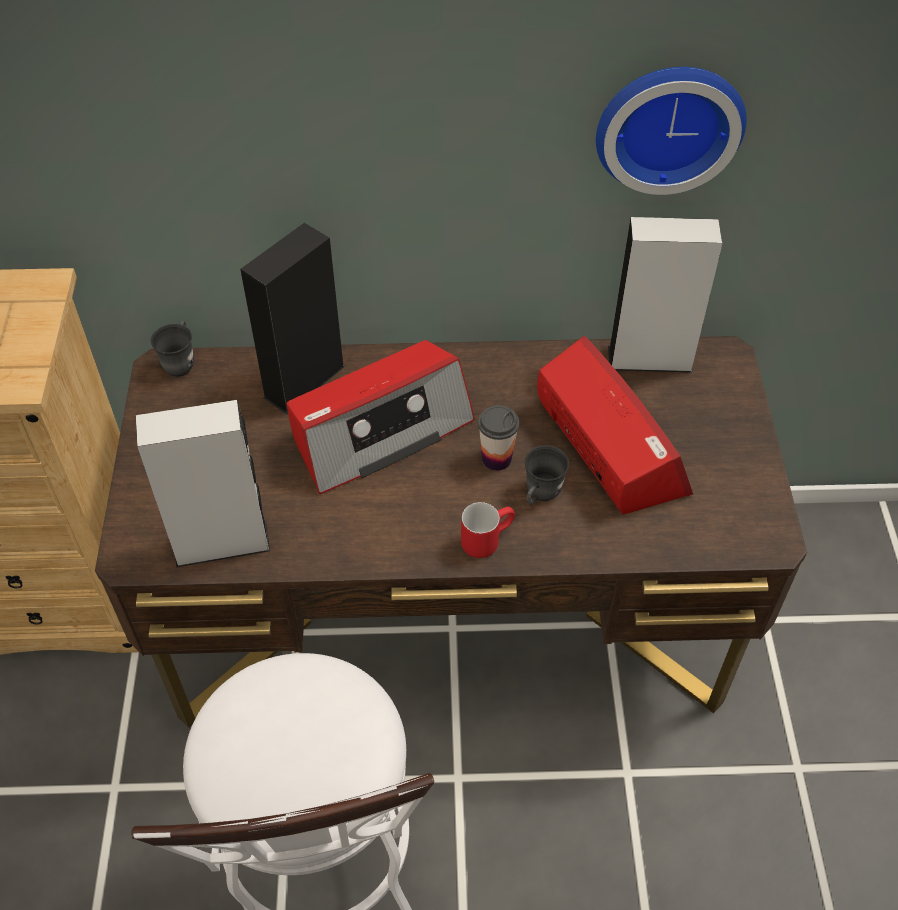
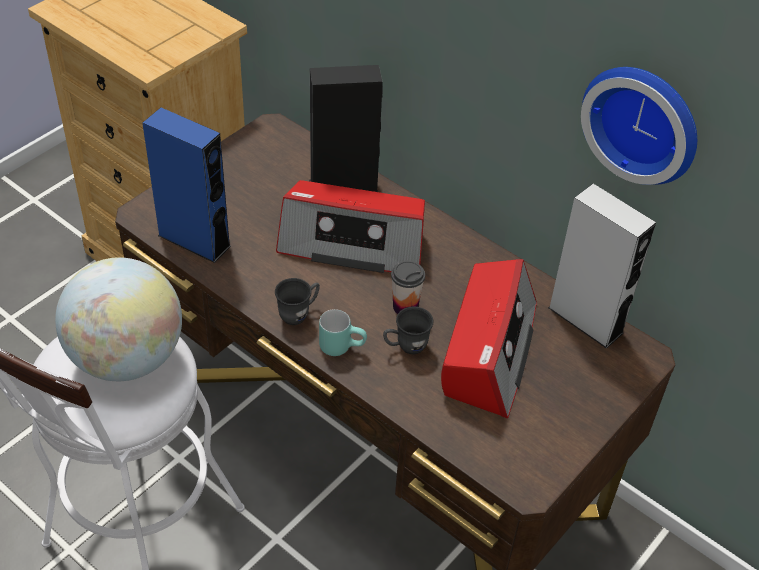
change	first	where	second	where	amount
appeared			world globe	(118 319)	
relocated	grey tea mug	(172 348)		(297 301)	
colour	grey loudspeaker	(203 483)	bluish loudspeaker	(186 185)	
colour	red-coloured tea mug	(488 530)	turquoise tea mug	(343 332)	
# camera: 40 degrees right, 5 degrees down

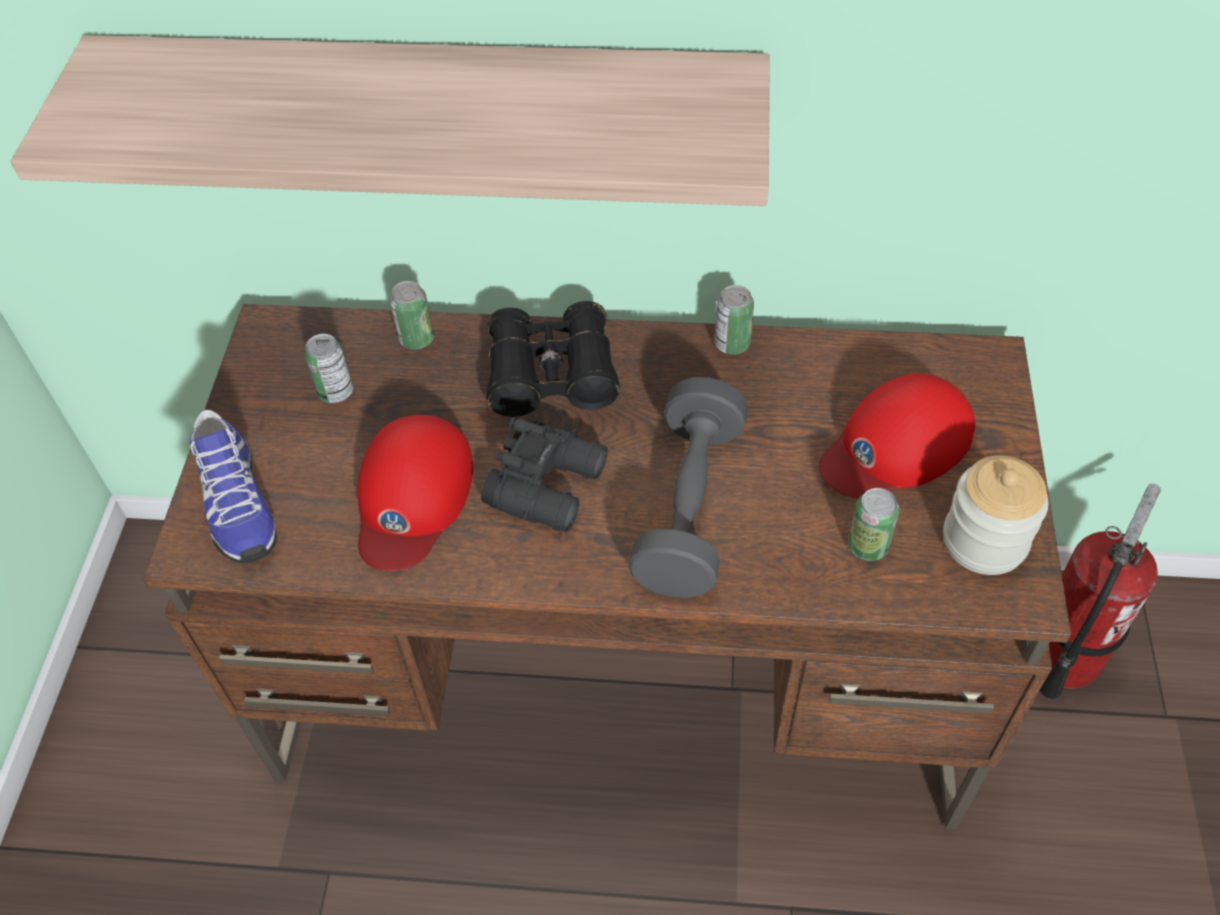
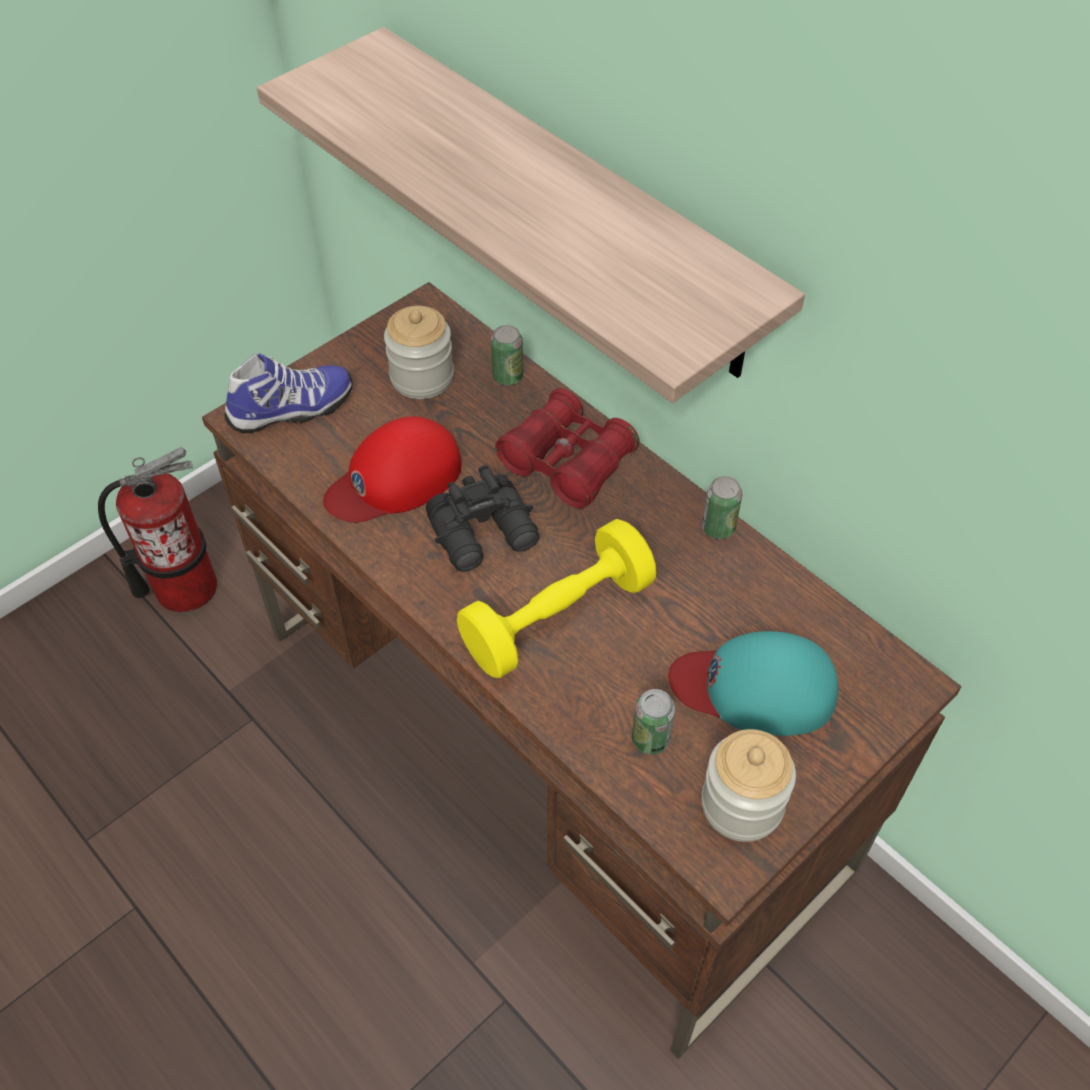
change	first	where	second	where	amount
relocated	fire extinguisher	(1100 591)		(157 530)	
exchanged	metal can	(328 368)	preserve jar	(419 352)	
colour	blackish binoculars	(553 359)	red-coloured binoculars	(567 448)	
colour	grey dumbbell	(688 487)	yellow-coloured dumbbell	(556 598)	
colour	red-coloured baseball cap	(897 436)	turquoise baseball cap	(753 683)	
spun	low shoe	(233 486)		(288 393)	135 degrees counterclockwise
# camera: 40 degrees right, 0 degrees up

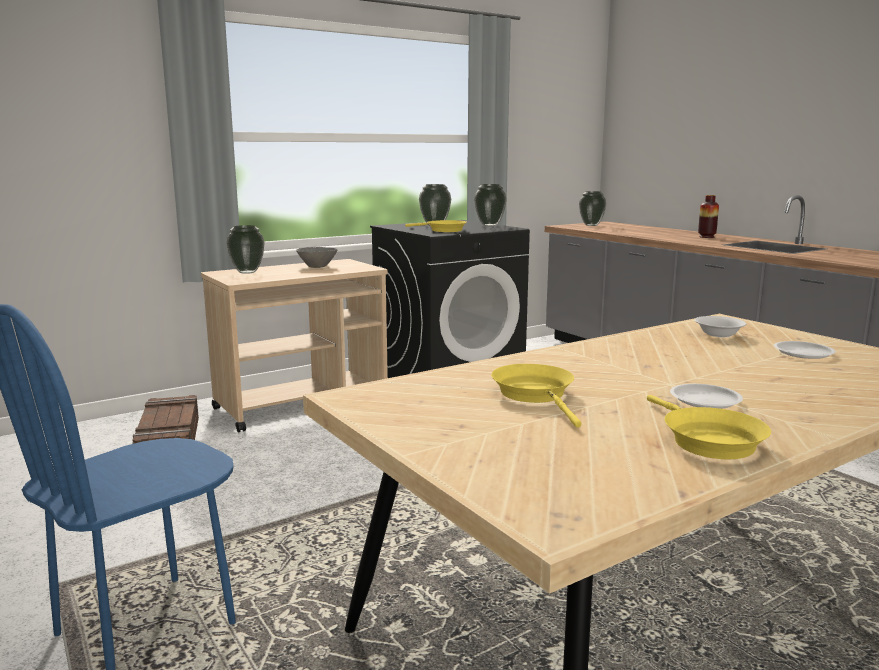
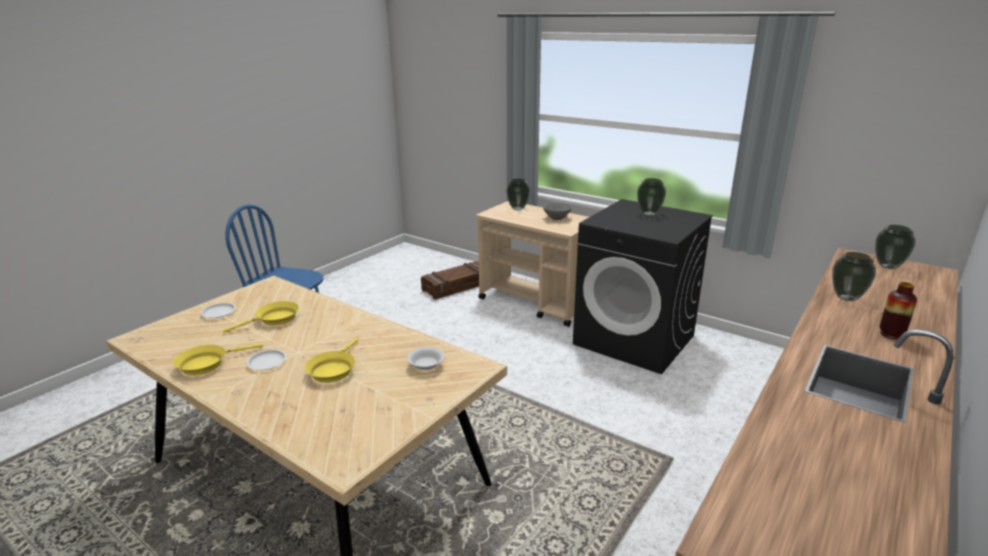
change	first	where	second	where	amount
relocated	yellow-coloured skillet	(435 226)		(331 360)	
relocated	vase	(490 205)		(854 276)	
relocated	white dinner plate	(805 350)		(218 310)	
# camera: 70 degrees right, 10 degrees up

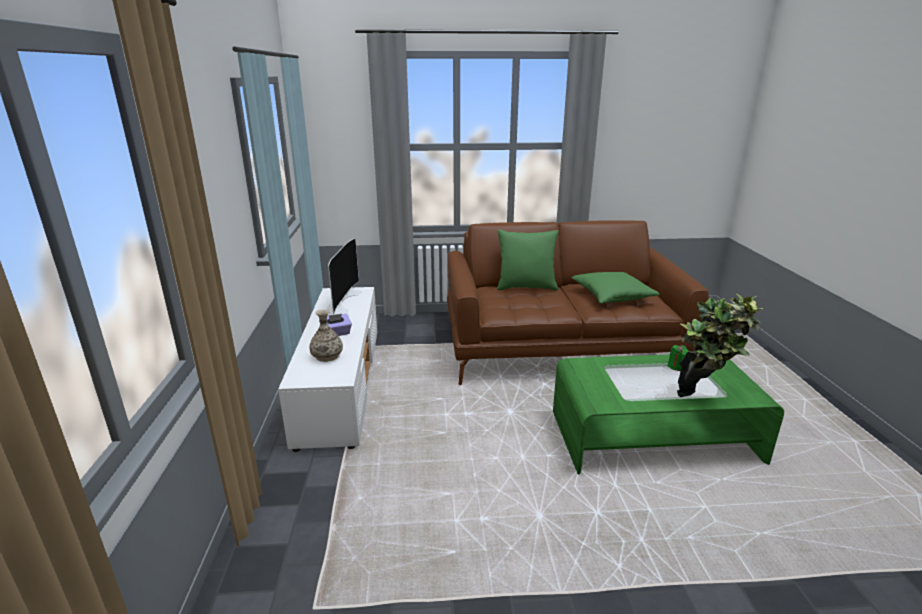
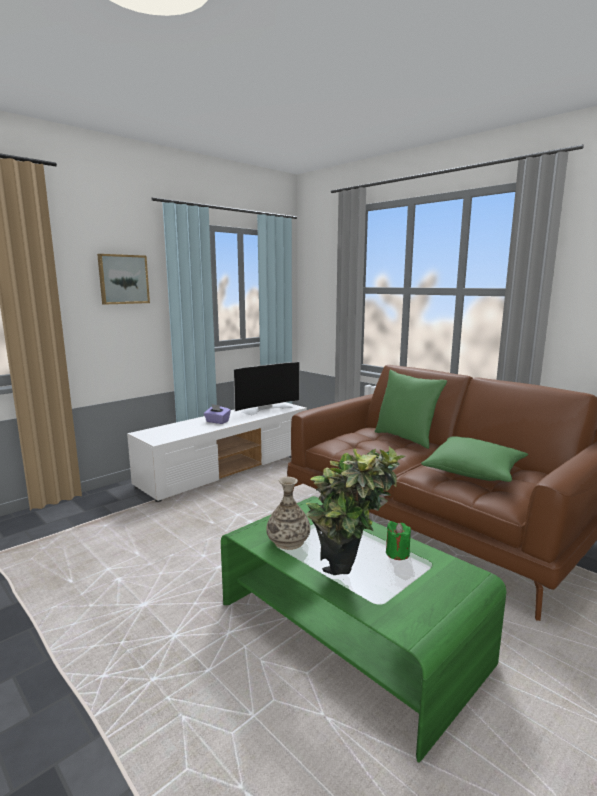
change	first	where	second	where	amount
appeared			wall art	(123 279)	
relocated	vase	(326 335)		(288 513)	
# camera: 50 degrees right, 10 degrees down

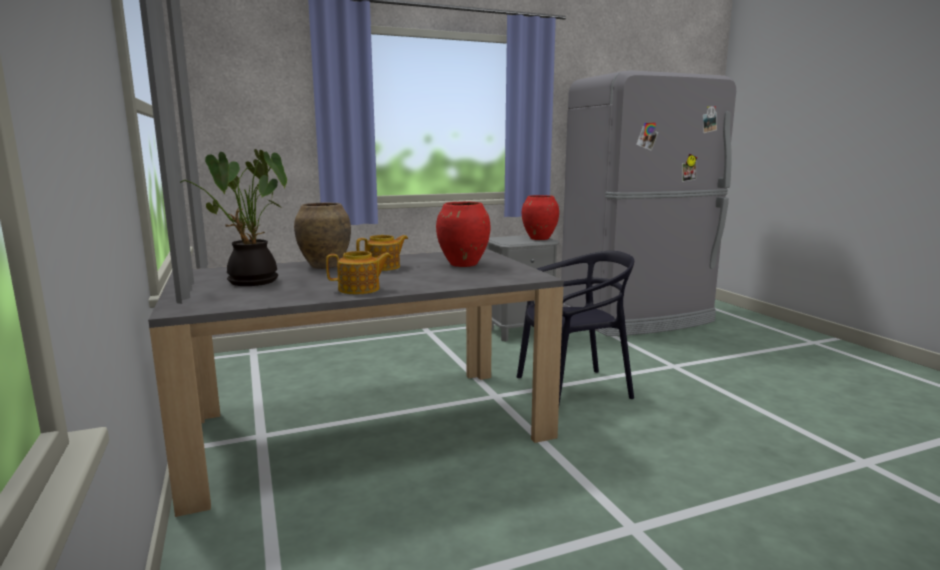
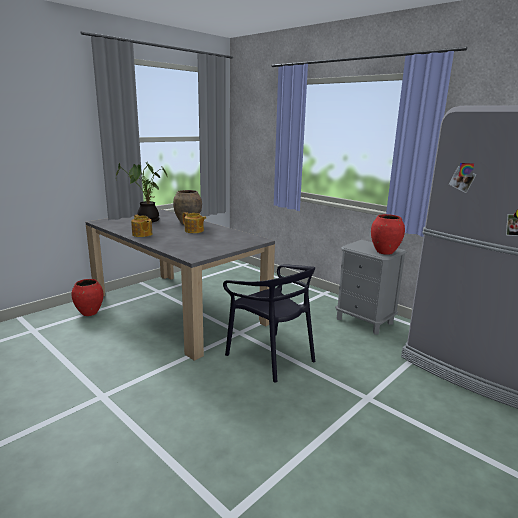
change	first	where	second	where	amount
relocated	red-coloured vase	(463 234)		(87 297)	
# camera: 65 degrees right, 5 degrees up

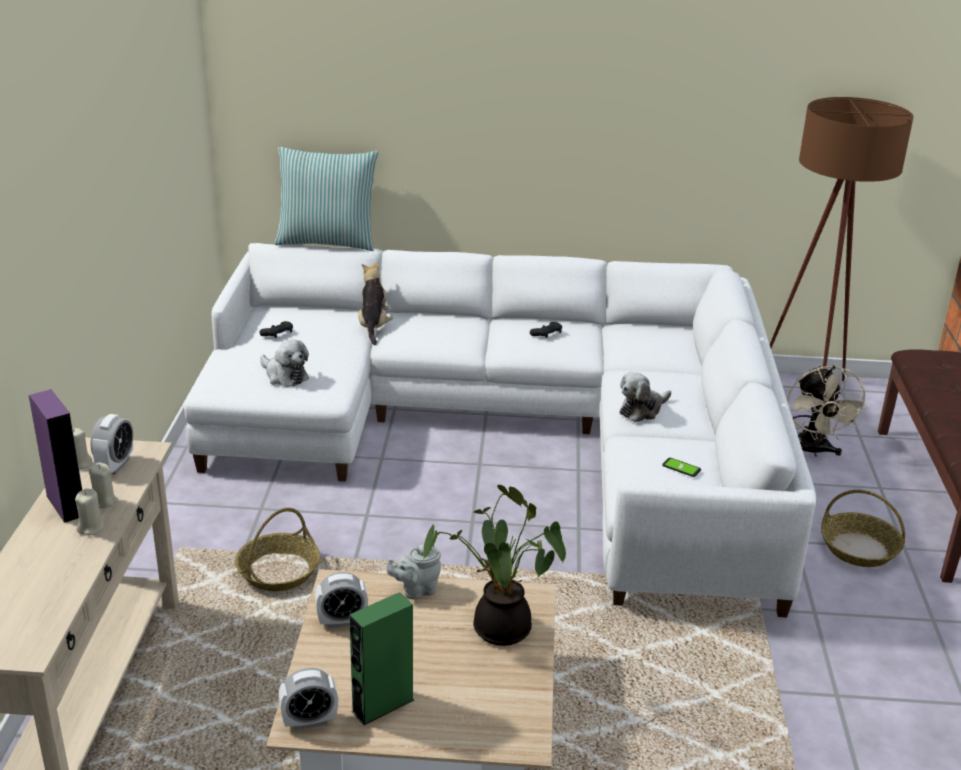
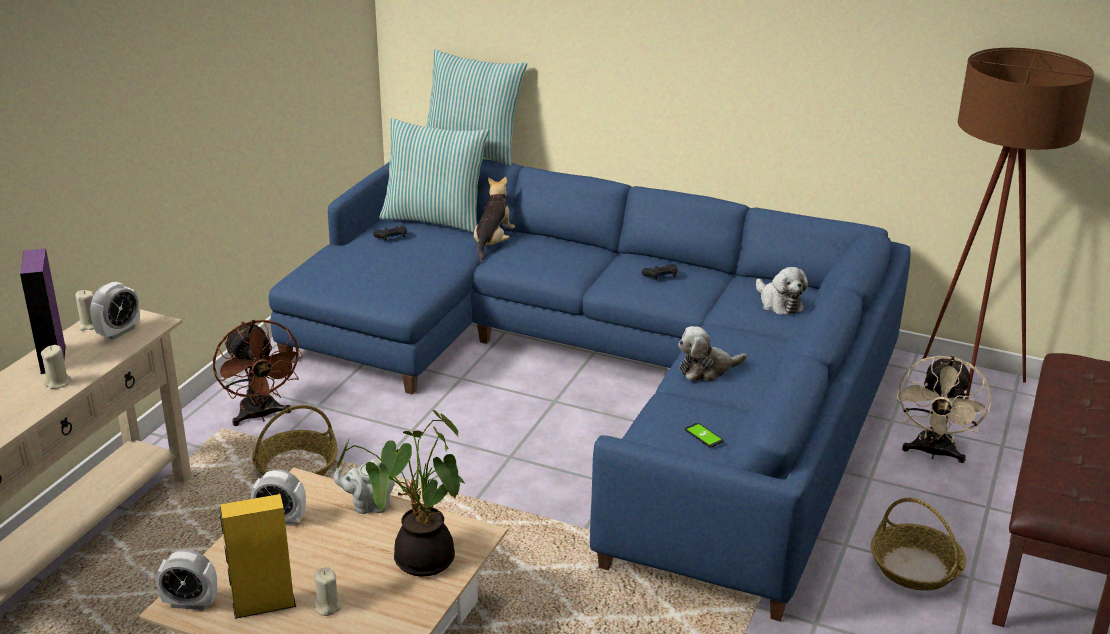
change	first	where	second	where	amount
appeared			brown electric fan	(258 373)	
appeared			cushion	(434 175)	
relocated	beige-coloured candle	(103 485)		(327 591)	
relocated	soft toy	(284 363)		(782 291)	
colour	white settee	(500 430)	bluish settee	(590 390)	
colour	green loudspeaker	(381 658)	yellow-coloured loudspeaker	(258 556)	
# camera: 20 degrees right, 0 degrees up

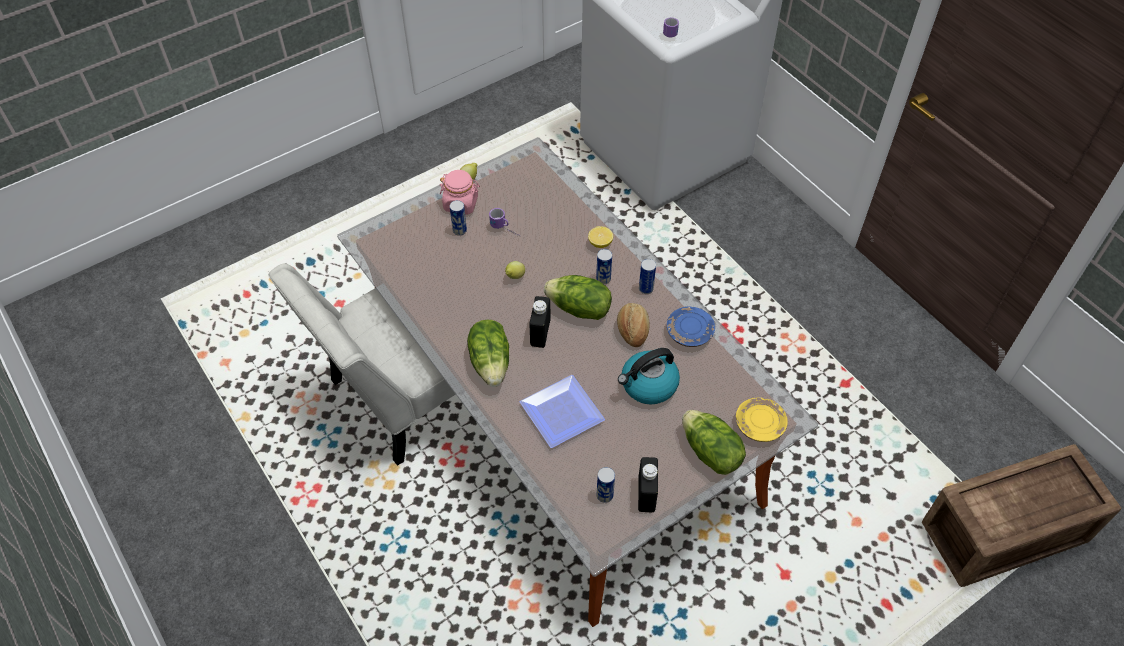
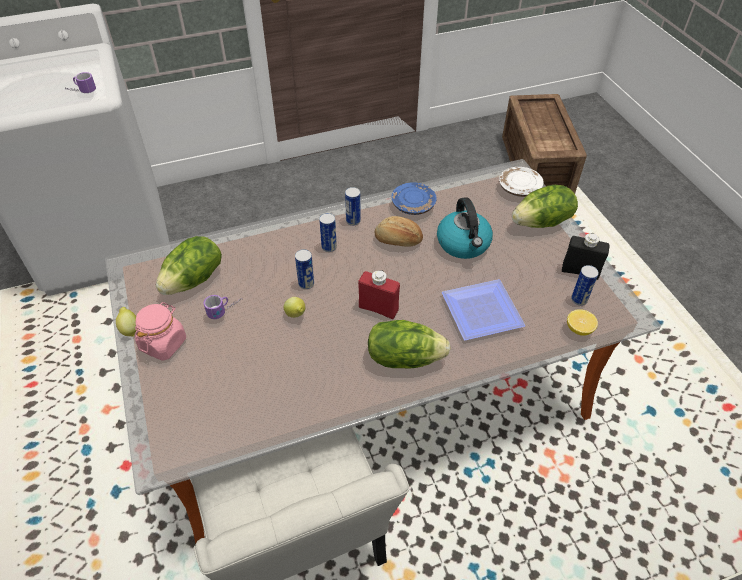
change	first	where	second	where	amount
relocated	metal can	(458 218)		(304 269)	
relocated	head of lettuce	(578 297)		(189 265)	
relocated	lemon	(600 237)		(582 322)	
colour	blackish bottle	(540 322)	red-coloured bottle	(379 294)	
colour	yellow-coloured dinner plate	(762 419)	white dinner plate	(521 182)	
# camera: 75 degrees left, 5 degrees down

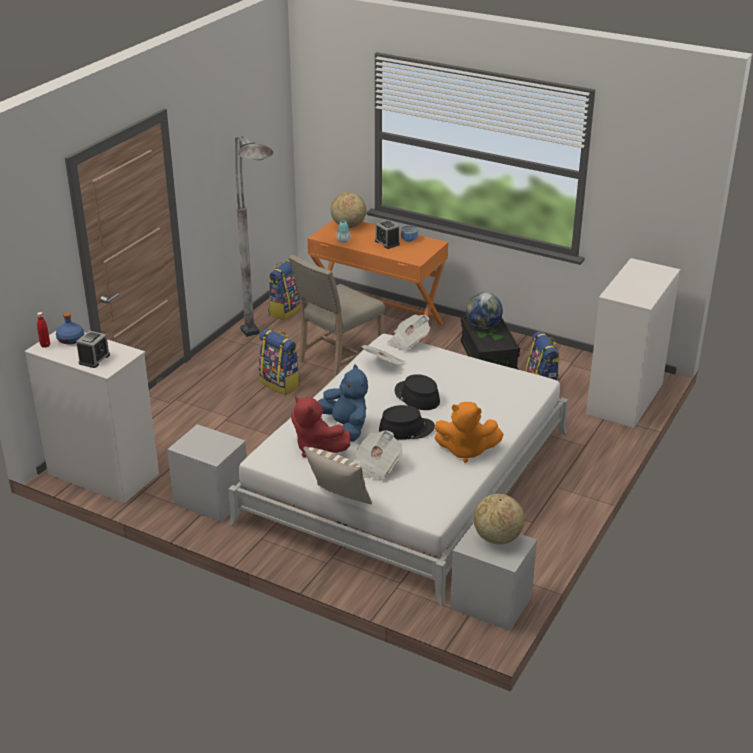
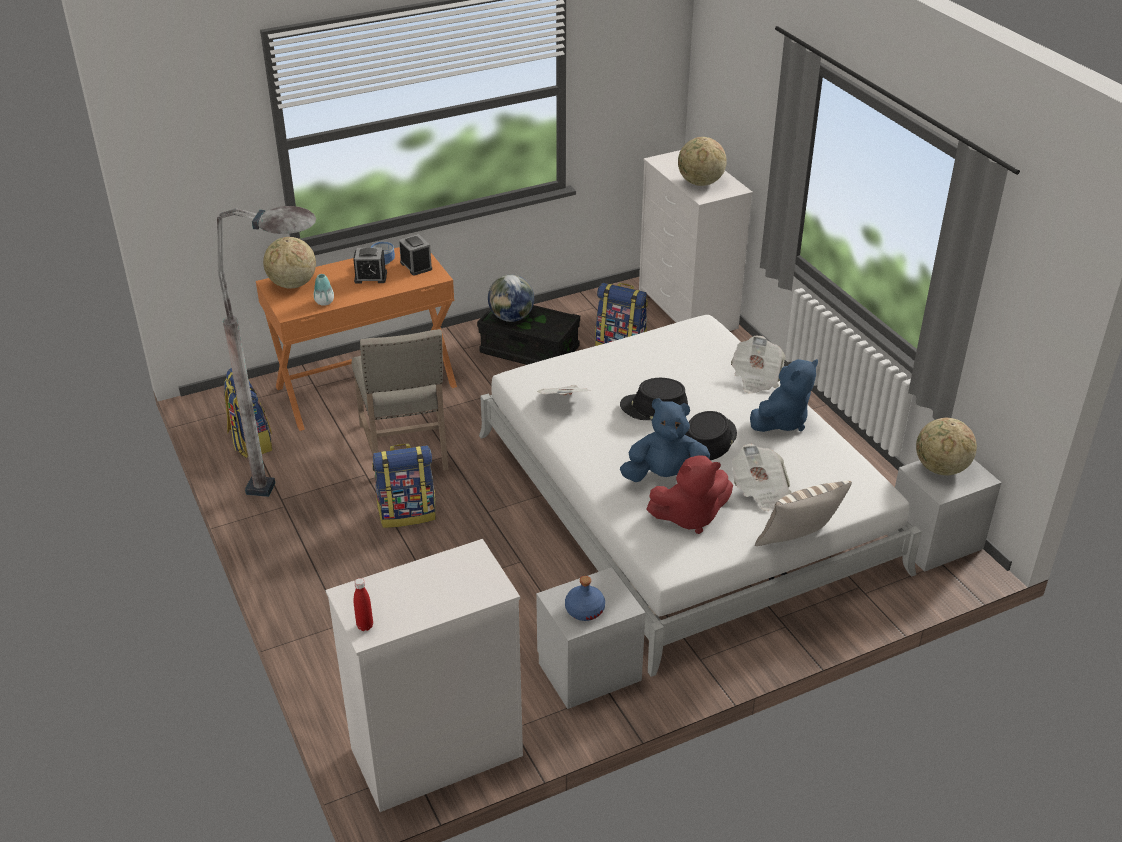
change	first	where	second	where	amount
appeared			world globe	(702 161)	
relocated	bluish bottle	(70 328)		(585 598)	
relocated	bedside clock	(93 349)		(415 254)	
relocated	daily paper	(408 333)		(758 365)	
colour	orange soft toy	(469 432)	bluish soft toy	(784 395)	
# camera: 55 degrees left, 5 degrees up

